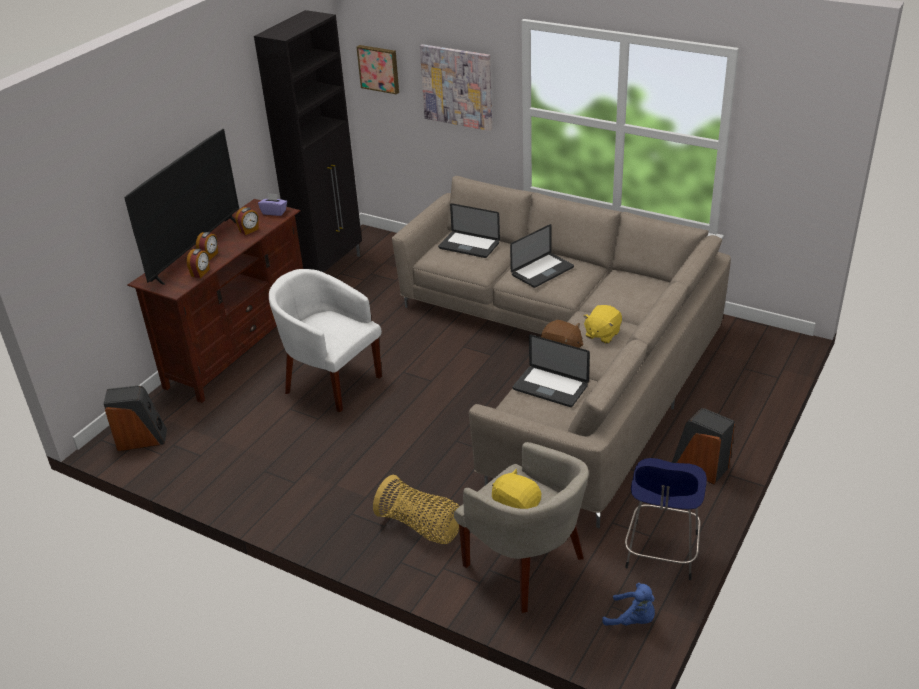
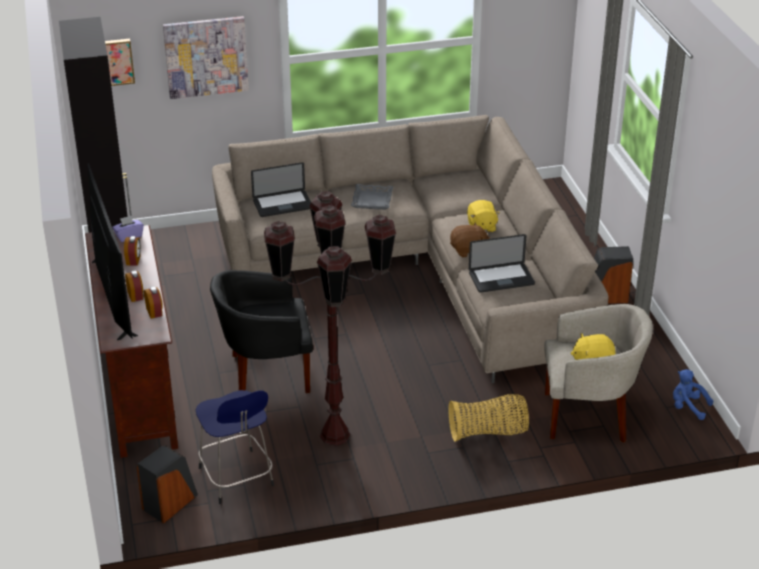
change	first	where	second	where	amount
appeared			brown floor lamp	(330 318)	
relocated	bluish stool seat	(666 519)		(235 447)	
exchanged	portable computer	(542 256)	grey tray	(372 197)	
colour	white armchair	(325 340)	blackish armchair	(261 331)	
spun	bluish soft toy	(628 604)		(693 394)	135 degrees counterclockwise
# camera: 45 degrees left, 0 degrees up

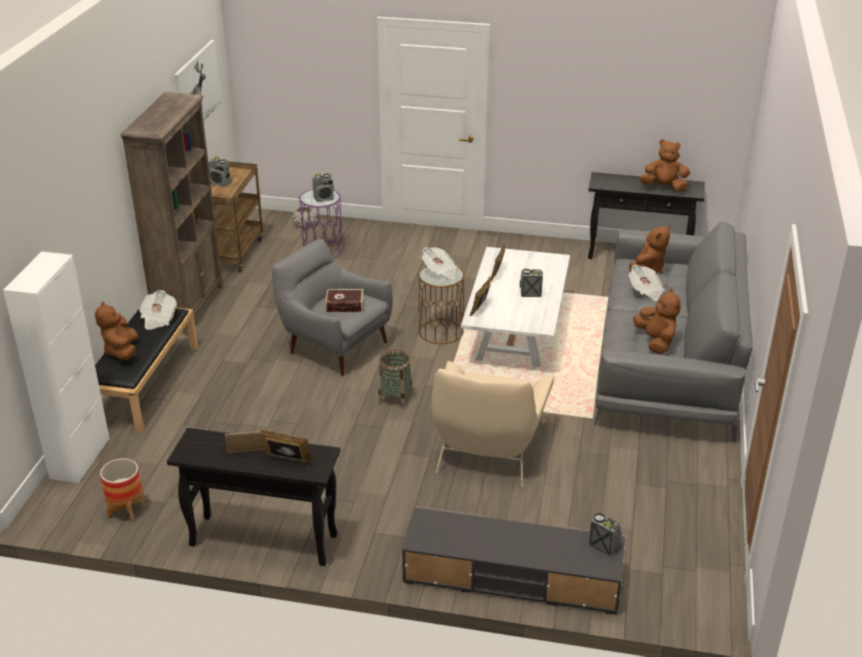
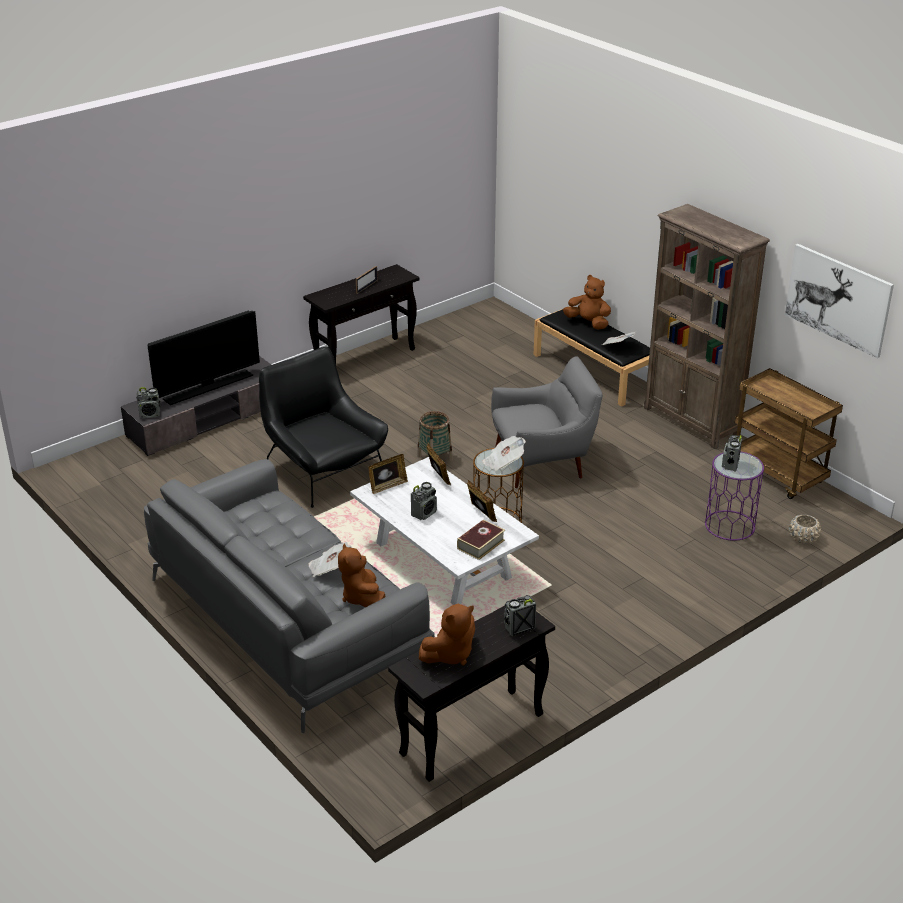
change	first	where	second	where	amount
missing	white cabinet	(56 367)			
missing	planter	(123 490)			
missing	brown soft toy	(657 321)			
appeared			TV set	(203 358)	
relocated	radio	(219 171)		(520 615)	
relocated	standing frame	(286 446)		(388 474)	
relocated	book	(345 300)		(481 539)	
colour	beige-coloured armchair	(493 424)	blackish armchair	(323 427)	
# camera: 130 degrees right, 0 degrees up

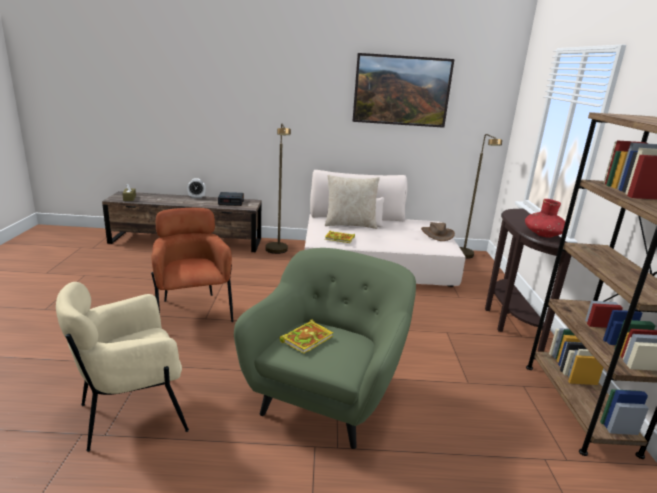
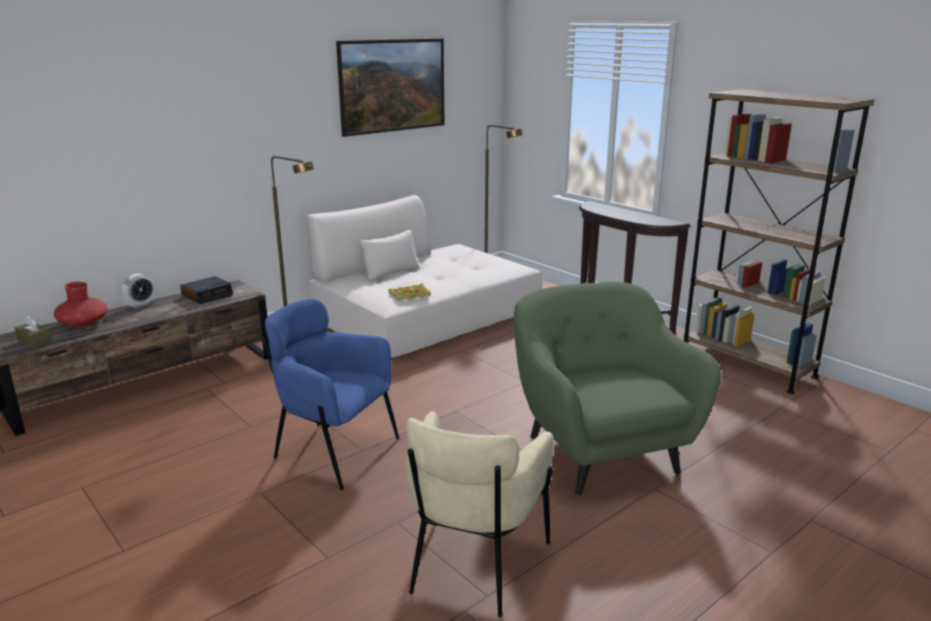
change	first	where	second	where	amount
missing	book	(306 337)			
missing	beige-coloured cushion	(352 202)			
missing	brown hat	(438 231)			
relocated	red-coloured vase	(545 218)		(81 305)	
colour	brown armchair	(192 265)	bluish armchair	(330 394)	
# camera: 40 degrees left, 0 degrees up

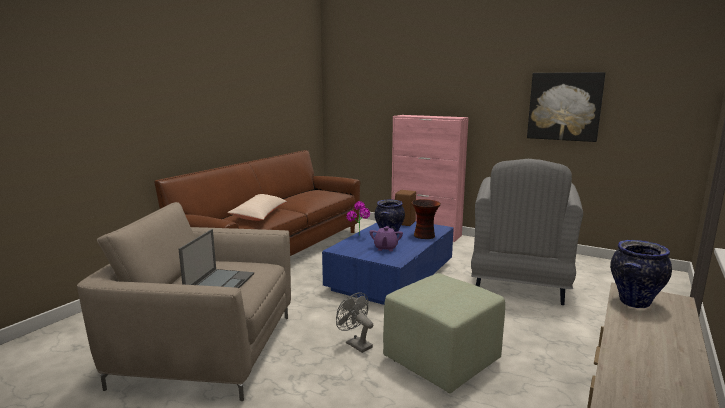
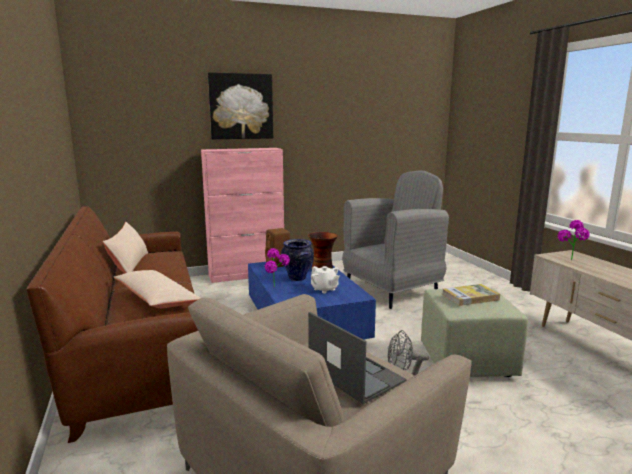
change	first	where	second	where	amount
appeared			beige-coloured cushion	(125 247)	
appeared			book	(471 295)	
relocated	wall art	(566 107)		(240 105)	
exchanged	vase	(641 274)	potted plant	(573 240)	
colour	purple tea pot	(386 238)	white tea pot	(325 279)	
spun	grey armchair	(527 232)		(395 240)	90 degrees counterclockwise
# camera: 50 degrees left, 0 degrees up

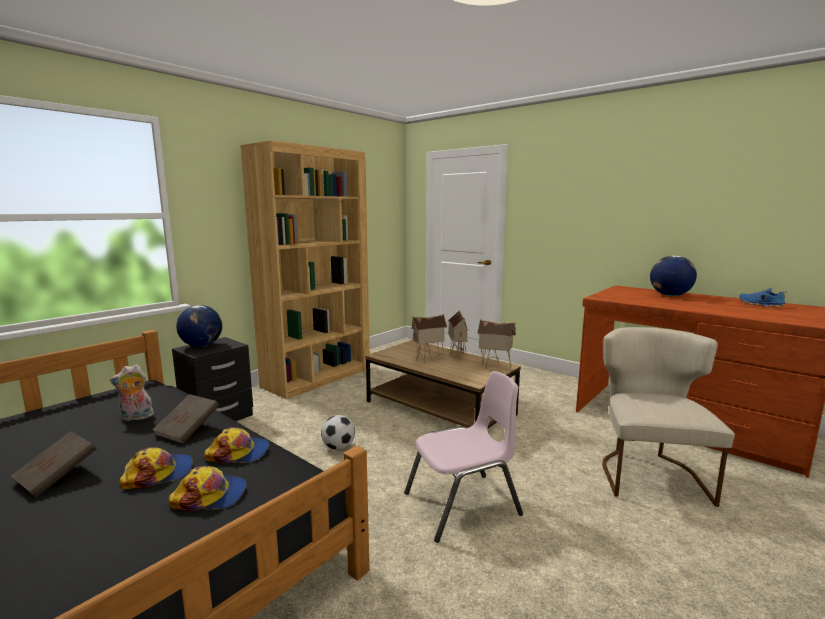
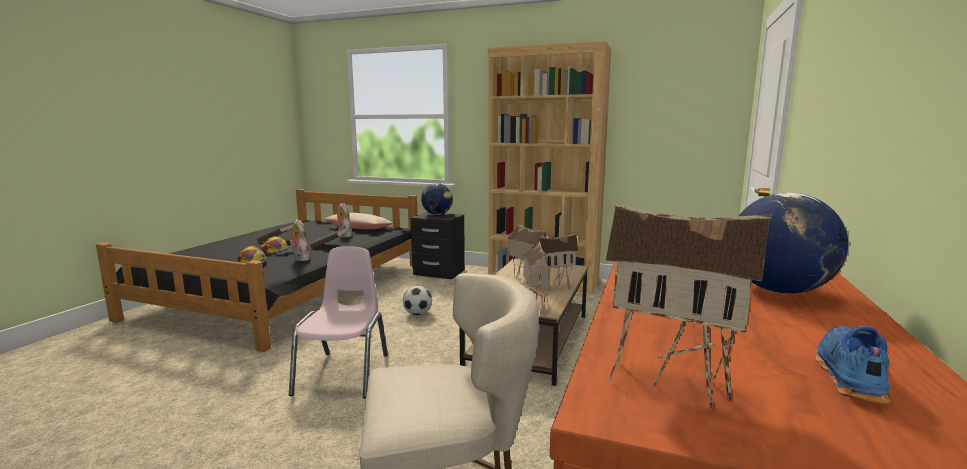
change	first	where	second	where	amount
appeared			beige-coloured cushion	(358 221)	
appeared			miniature house	(689 306)	
exchanged	baseball cap	(236 445)	soft toy	(300 240)	
spun	pink chair	(463 457)		(338 322)	135 degrees counterclockwise
# camera: 70 degrees right, 0 degrees up

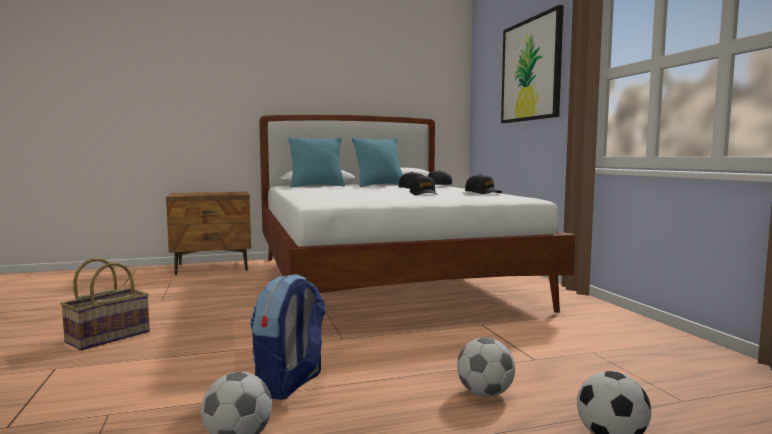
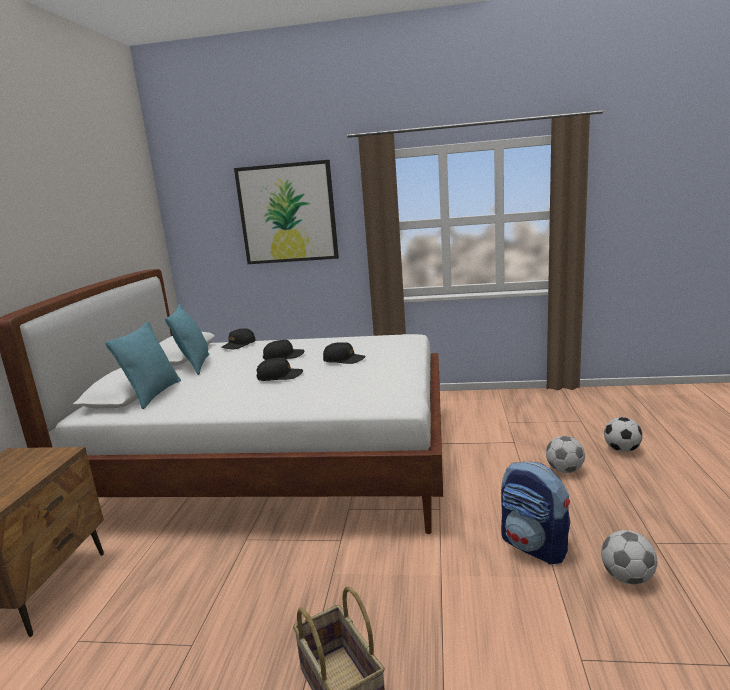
change	first	where	second	where	amount
relocated	blackish baseball cap	(483 184)		(280 369)	
# camera: 65 degrees left, 10 degrees up

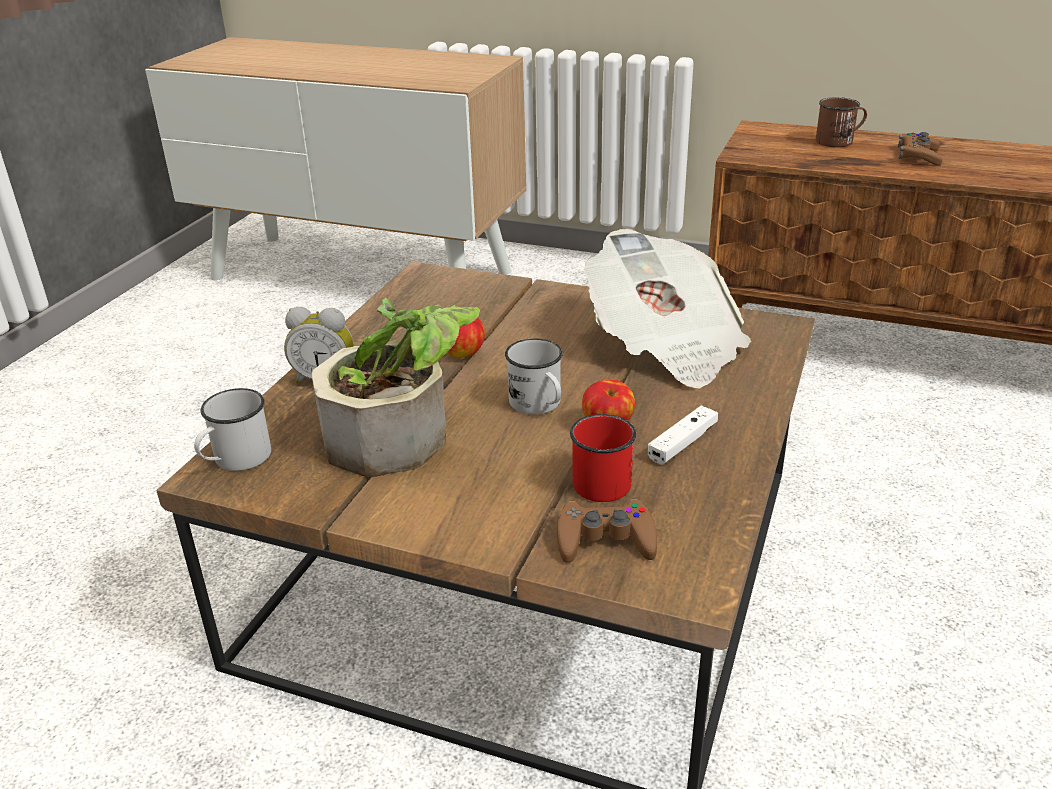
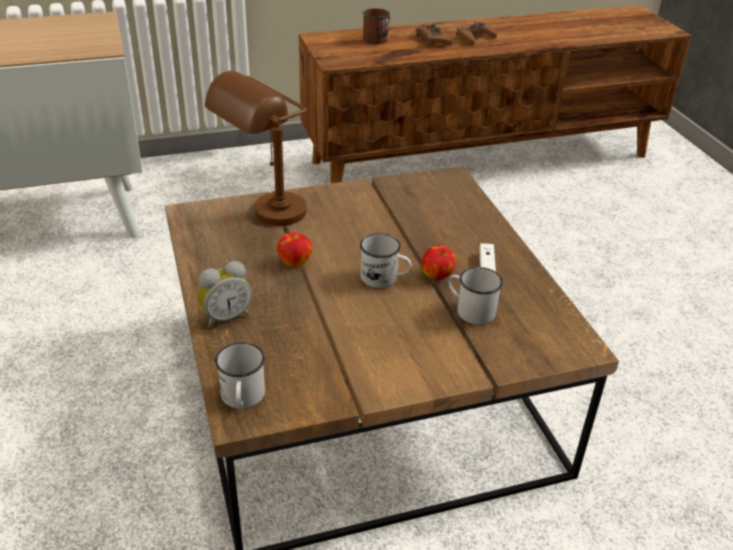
change	first	where	second	where	amount
missing	potted plant	(396 387)			
missing	daily paper	(667 309)			
appeared			brown table lamp	(256 148)	
relocated	brown game controller	(607 531)		(476 33)	
colour	red-coloured tea mug	(603 458)	white tea mug	(475 296)	
# camera: 40 degrees left, 5 degrees up

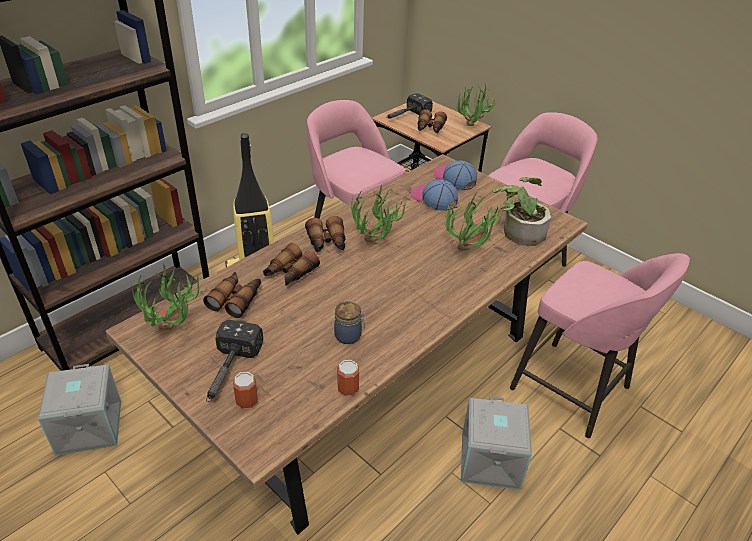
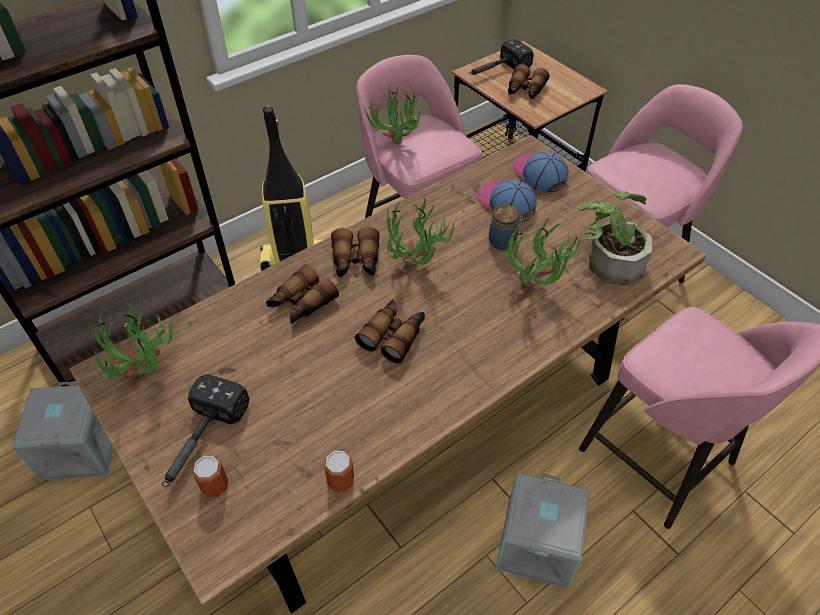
change	first	where	second	where	amount
relocated	binoculars	(232 295)		(390 331)	
relocated	preserve jar	(349 322)		(506 227)	
relocated	potted plant	(476 105)		(394 115)	
# camera: 10 degrees right, 10 degrees up

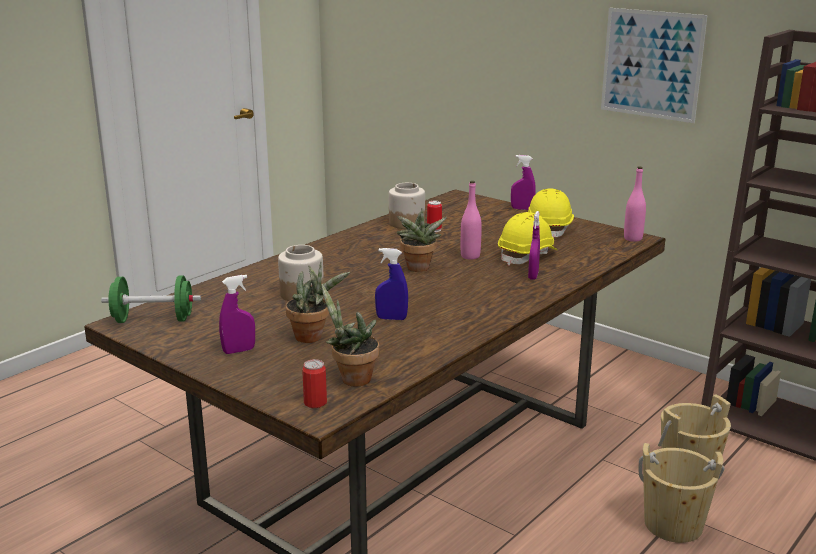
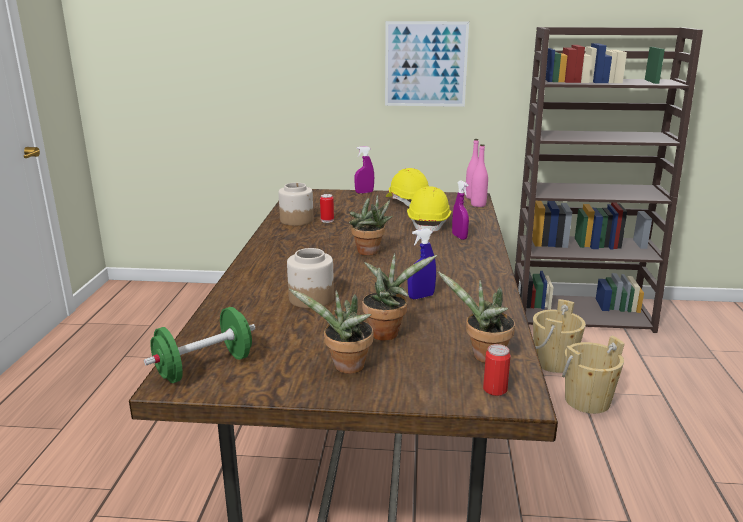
change	first	where	second	where	amount
relocated	pink bottle	(471 220)		(479 175)	
exchanged	purple sprayer	(237 314)	potted plant	(331 331)	
# camera: 35 degrees left, 0 degrees up

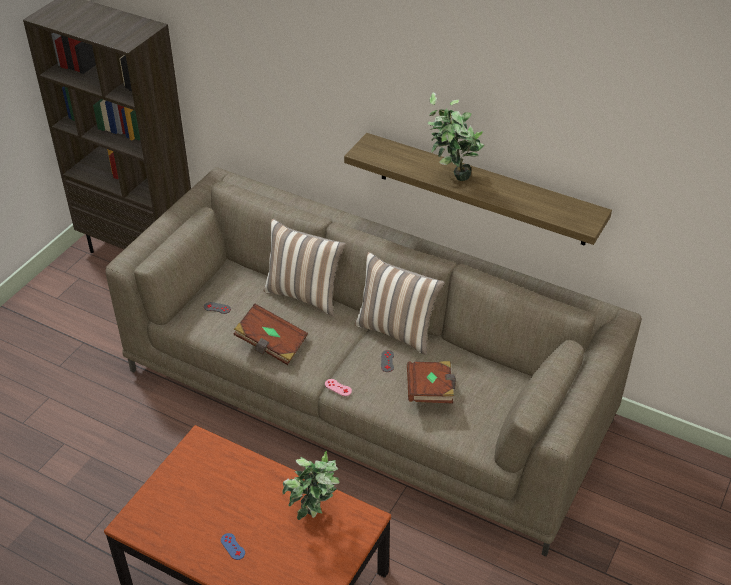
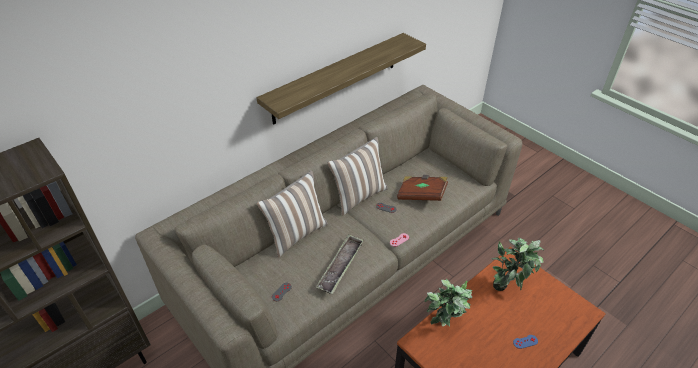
change	first	where	second	where	amount
relocated	potted plant	(455 136)		(448 303)	
exchanged	brown book	(270 334)	tray	(340 264)	
# camera: 70 degrees left, 0 degrees up

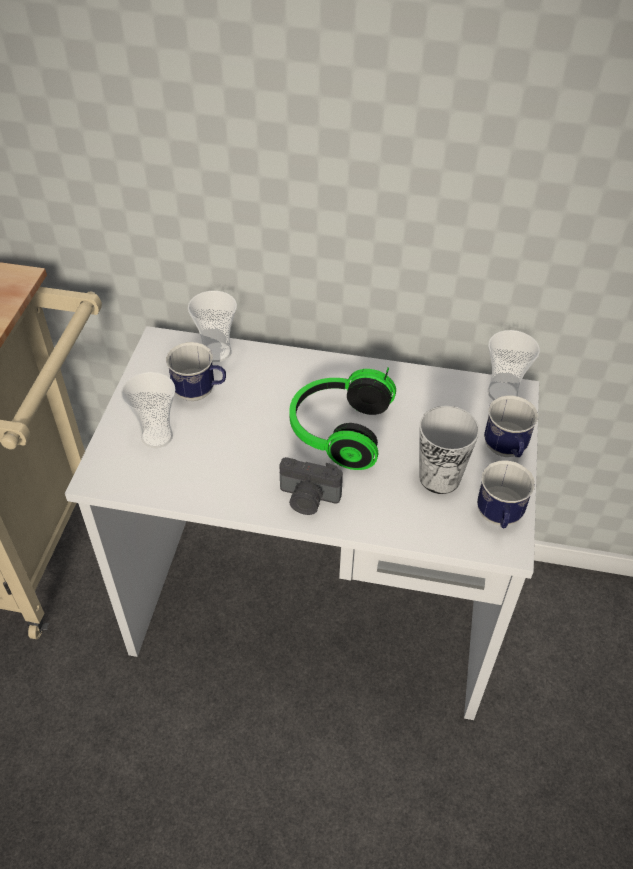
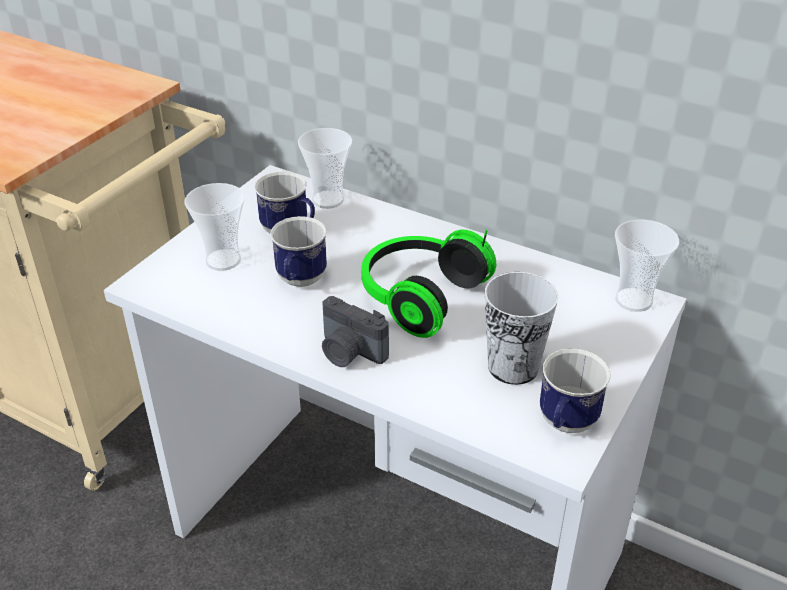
change	first	where	second	where	amount
relocated	tea mug	(511 426)		(298 251)	
# camera: 20 degrees right, 10 degrees down

